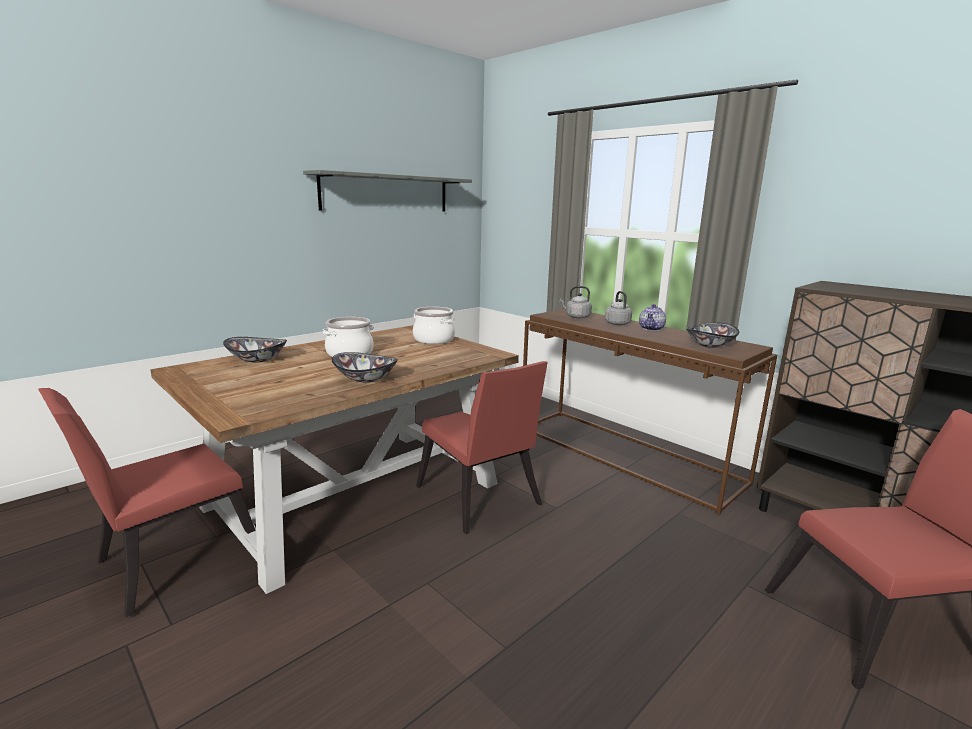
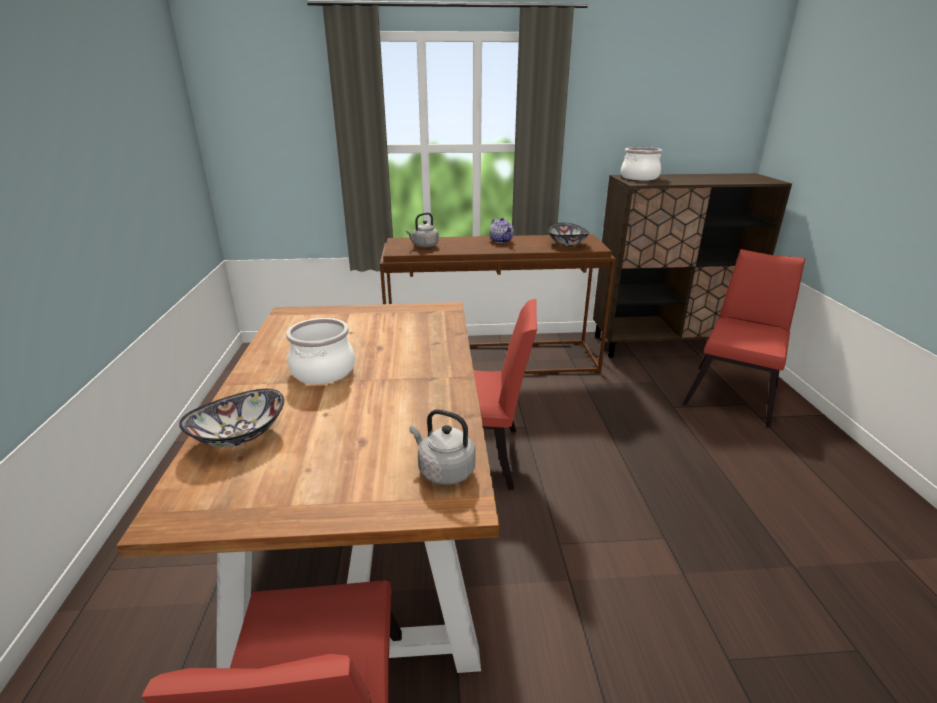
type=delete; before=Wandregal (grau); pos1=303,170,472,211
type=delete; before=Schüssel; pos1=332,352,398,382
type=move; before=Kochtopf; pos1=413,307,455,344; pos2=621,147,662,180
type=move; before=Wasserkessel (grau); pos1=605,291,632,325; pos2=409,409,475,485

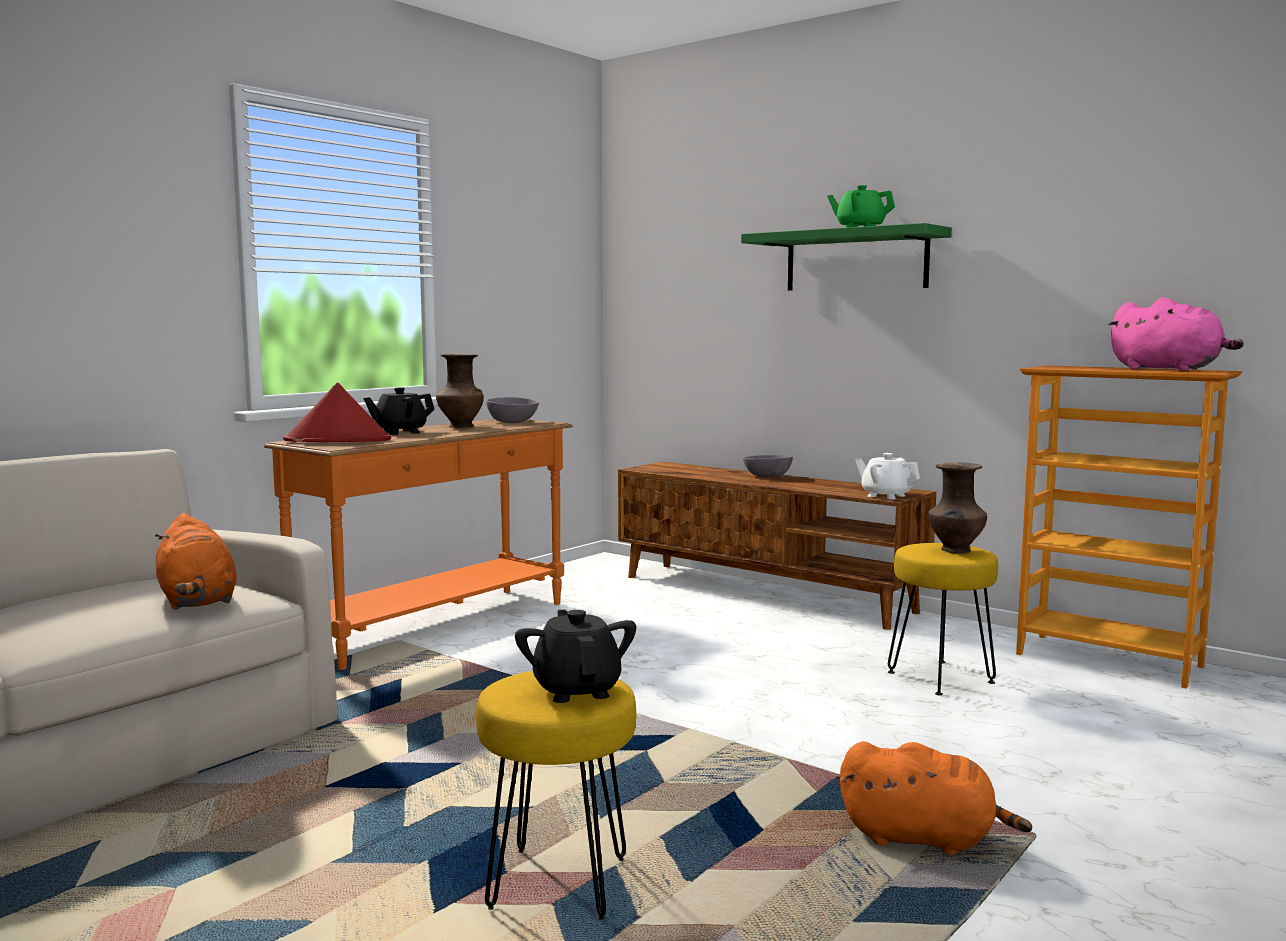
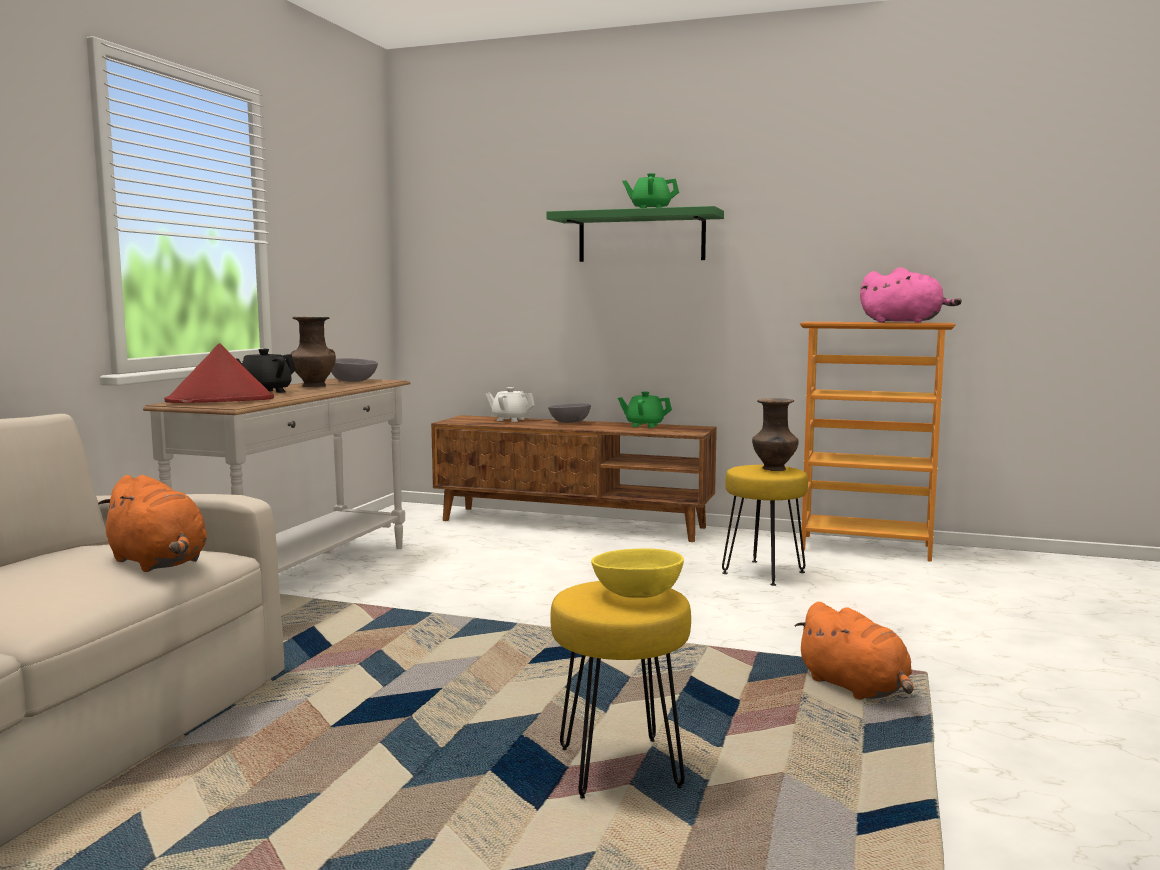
type=recolor; before=Konsolentisch (orange); after=Konsolentisch (weiß); pos1=264,419,573,670; pos2=143,378,411,573
type=replace; before=Teekanne (schwarz); after=Schüssel (gelb); pos1=515,609,636,703; pos2=591,548,684,598
type=rotate; before=Plüschtier (orange); pos1=840,741,1032,855; pos2=794,602,913,700; turn=60
type=move; before=Teekanne (weiß); pos1=855,453,920,500; pos2=486,387,535,422
type=insert; after=Teekanne (grün); pos2=618,391,672,428

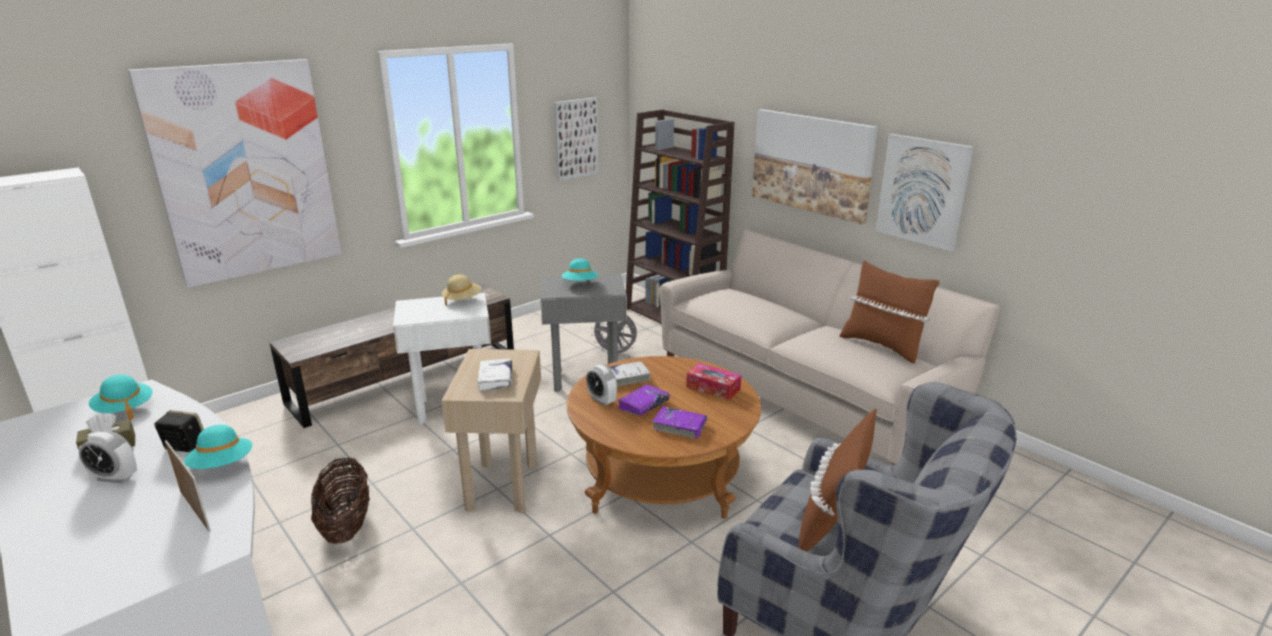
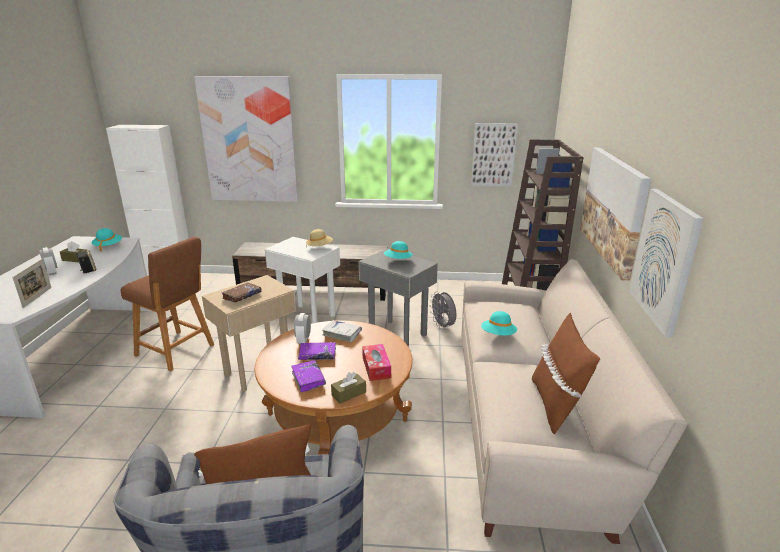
type=move; before=Hut (türkis); pos1=184,425,252,469; pos2=481,311,517,336
type=replace; before=Korb; after=Hocker (braun); pos1=311,457,370,544; pos2=120,237,214,372
type=recolor; before=Buch (weiß); after=Buch (braun); pos1=478,358,512,391; pos2=222,282,262,303
type=insert; after=Taschentuchbox (braun); pos2=331,372,366,404

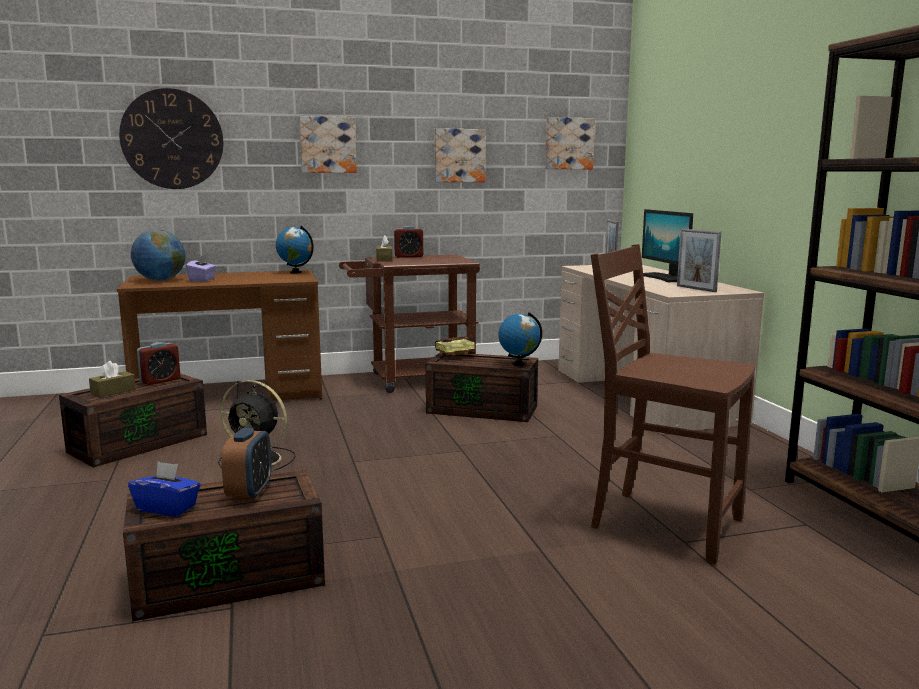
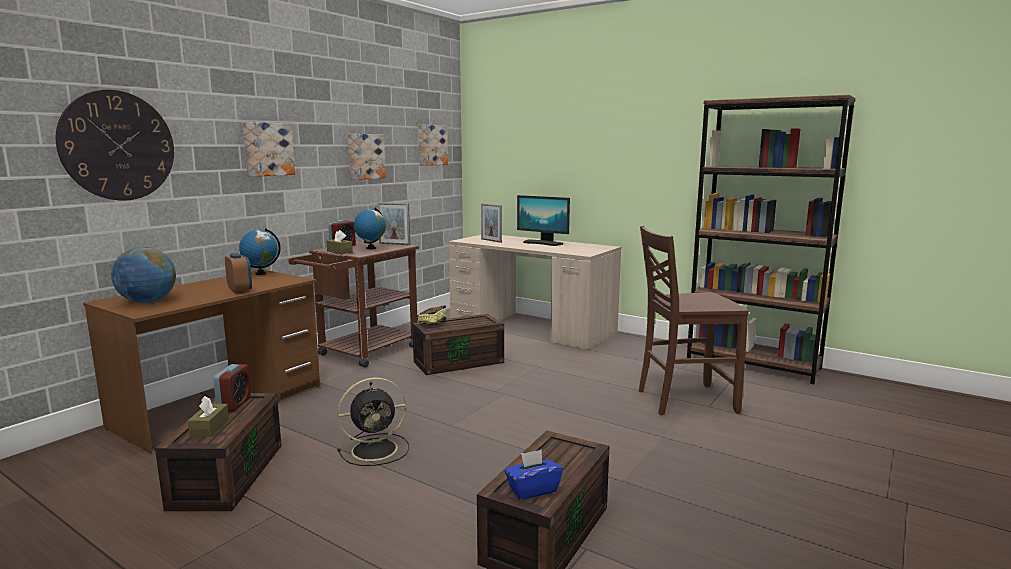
type=delete; before=Taschentuchbox (lila); pos1=186,255,216,282
type=move; before=Wecker; pos1=221,428,272,500; pos2=225,253,252,294
type=move; before=Globus; pos1=498,312,542,366; pos2=354,208,386,249
type=move; before=Bilderrahmen; pos1=677,229,722,292; pos2=377,202,410,245

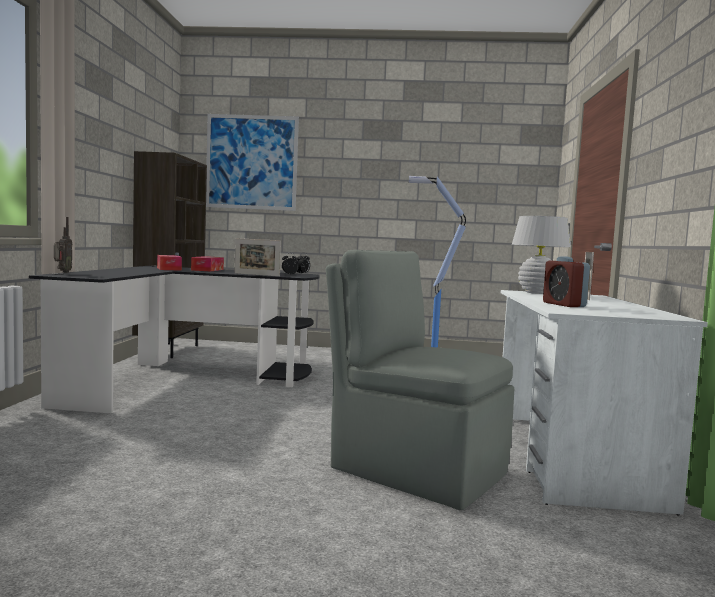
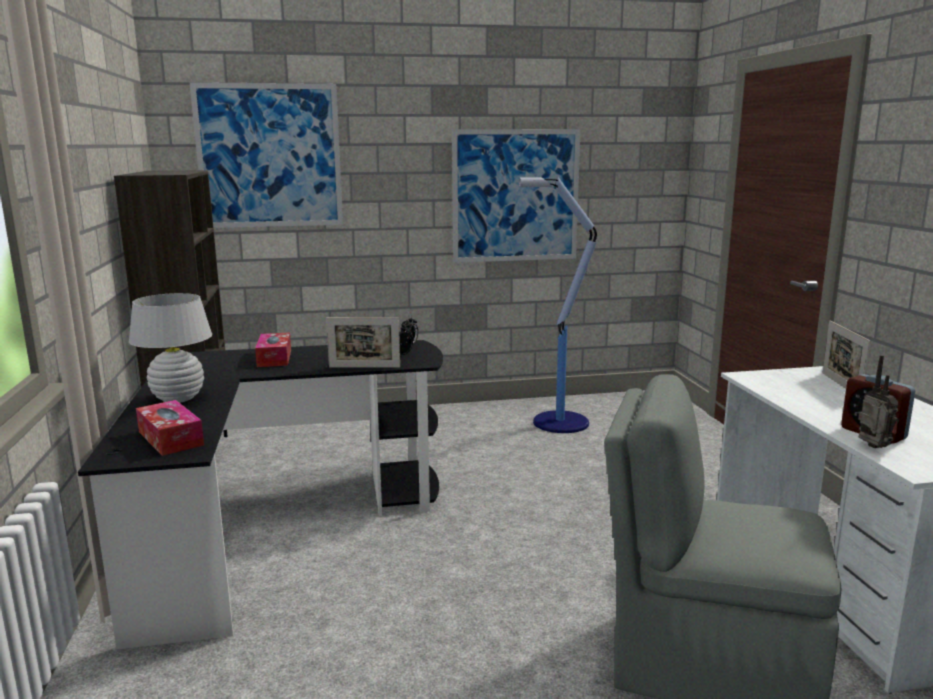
type=move; before=Radio; pos1=54,217,72,273; pos2=858,355,900,448
type=move; before=Taschentuchbox; pos1=157,255,182,271; pos2=136,400,204,456
type=move; before=Tischlampe (weiß); pos1=512,216,571,294; pos2=129,293,212,403
type=insert; after=Bild; pos2=452,129,581,263

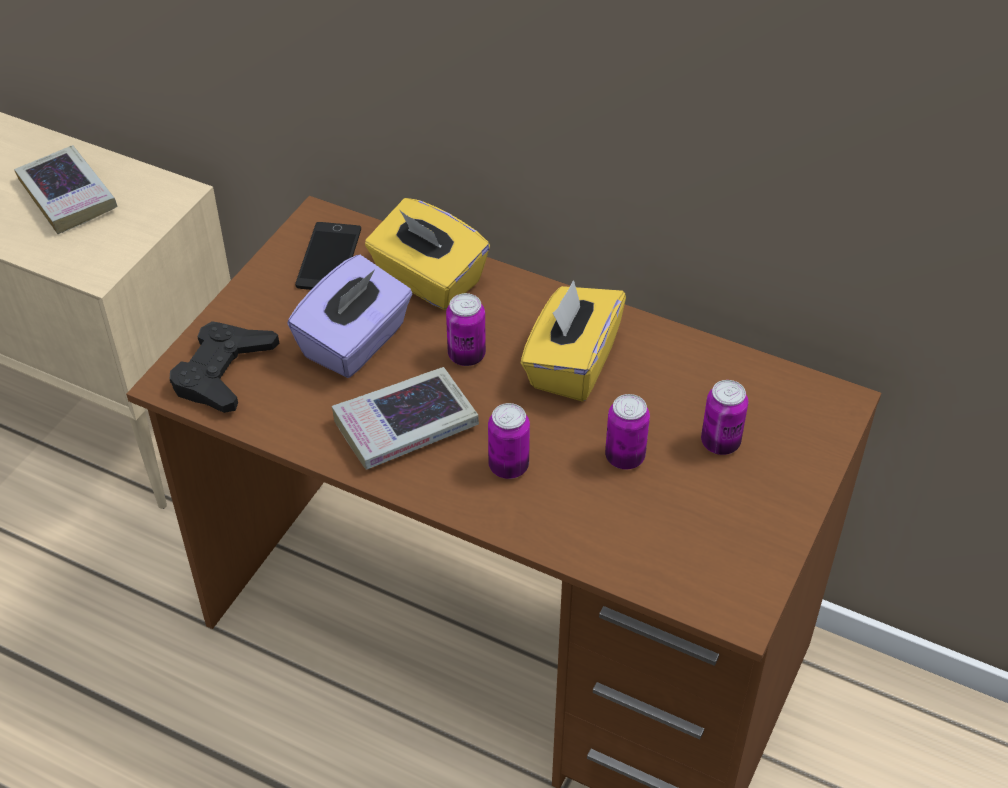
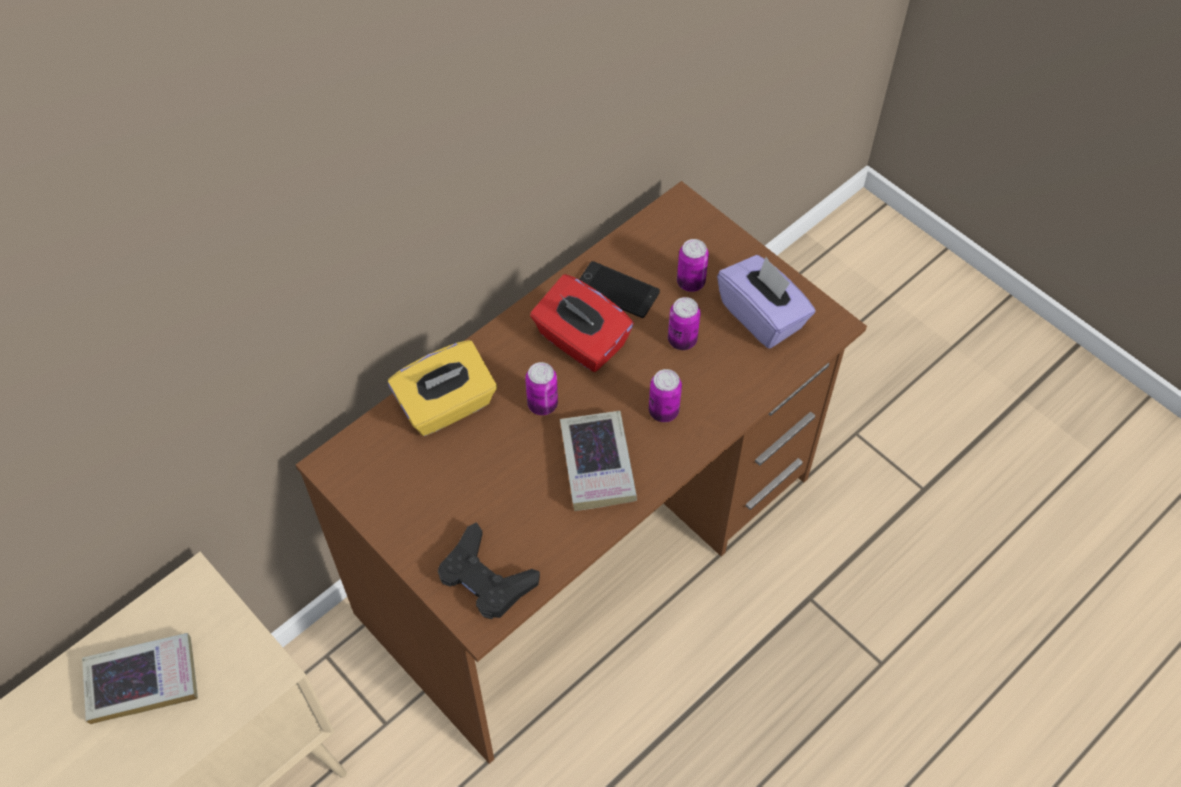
type=move; before=Taschentuchbox (lila); pos1=287,255,413,378; pos2=717,255,816,348
type=move; before=Handy; pos1=295,222,361,290; pos2=579,261,660,318
type=recolor; before=Taschentuchbox (gelb); after=Taschentuchbox (rot); pos1=521,280,626,402; pos2=530,274,634,372

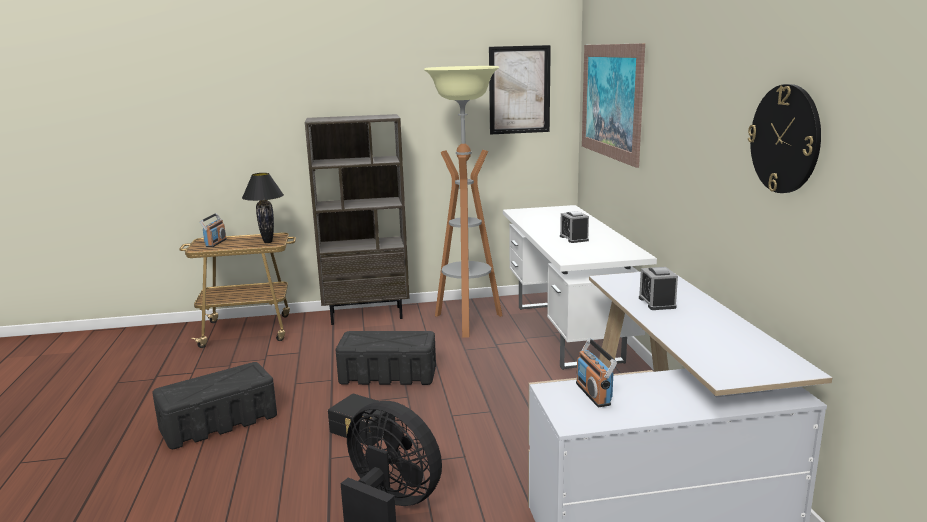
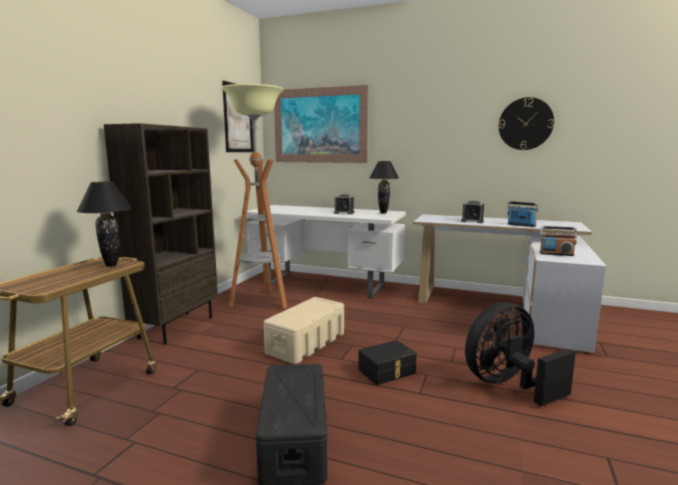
type=move; before=Radio; pos1=200,213,227,247; pos2=507,201,538,227
type=recolor; before=Aufbewahrungsbox (schwarz); after=Aufbewahrungsbox (beige); pos1=336,331,436,385; pos2=264,297,344,364
type=insert; after=Tischlampe (schwarz); pos2=370,161,399,214

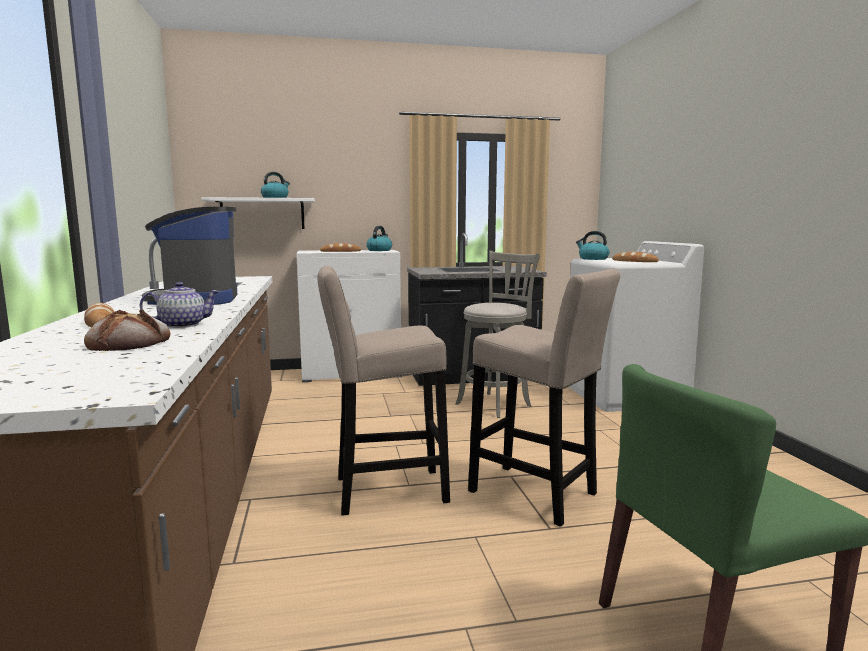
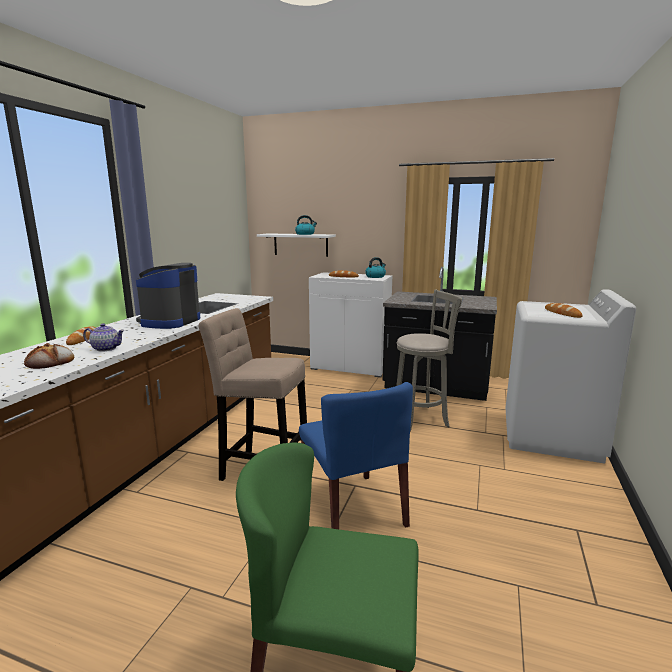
type=replace; before=Hocker (beige); after=Stuhl (blau); pos1=468,269,620,527; pos2=299,382,413,529
type=delete; before=Wasserkessel; pos1=576,231,610,260

